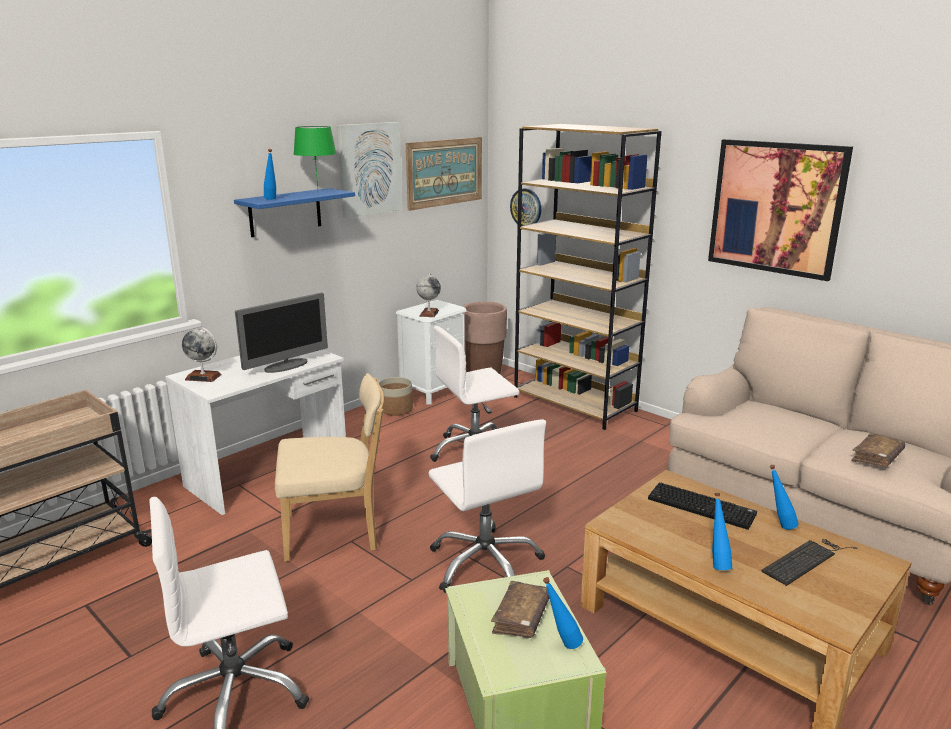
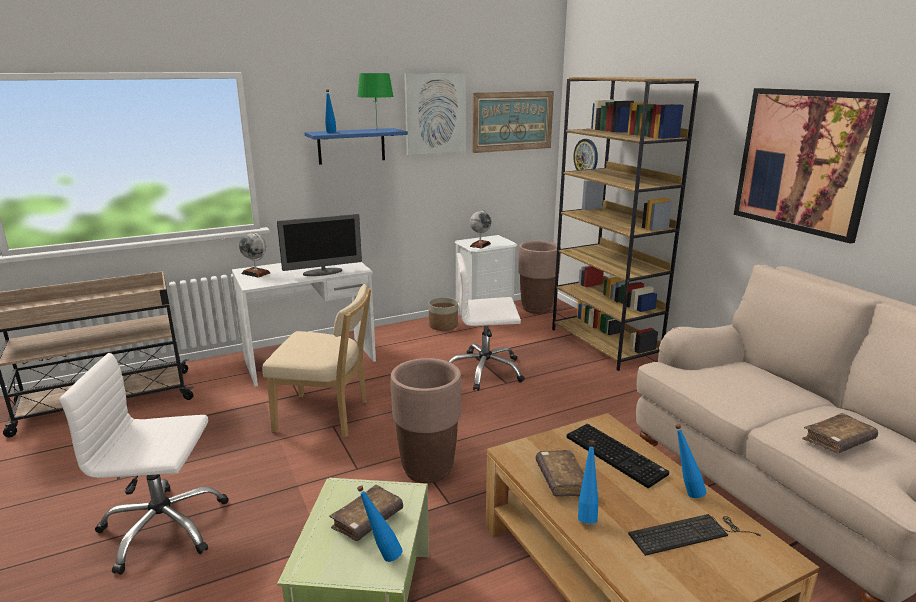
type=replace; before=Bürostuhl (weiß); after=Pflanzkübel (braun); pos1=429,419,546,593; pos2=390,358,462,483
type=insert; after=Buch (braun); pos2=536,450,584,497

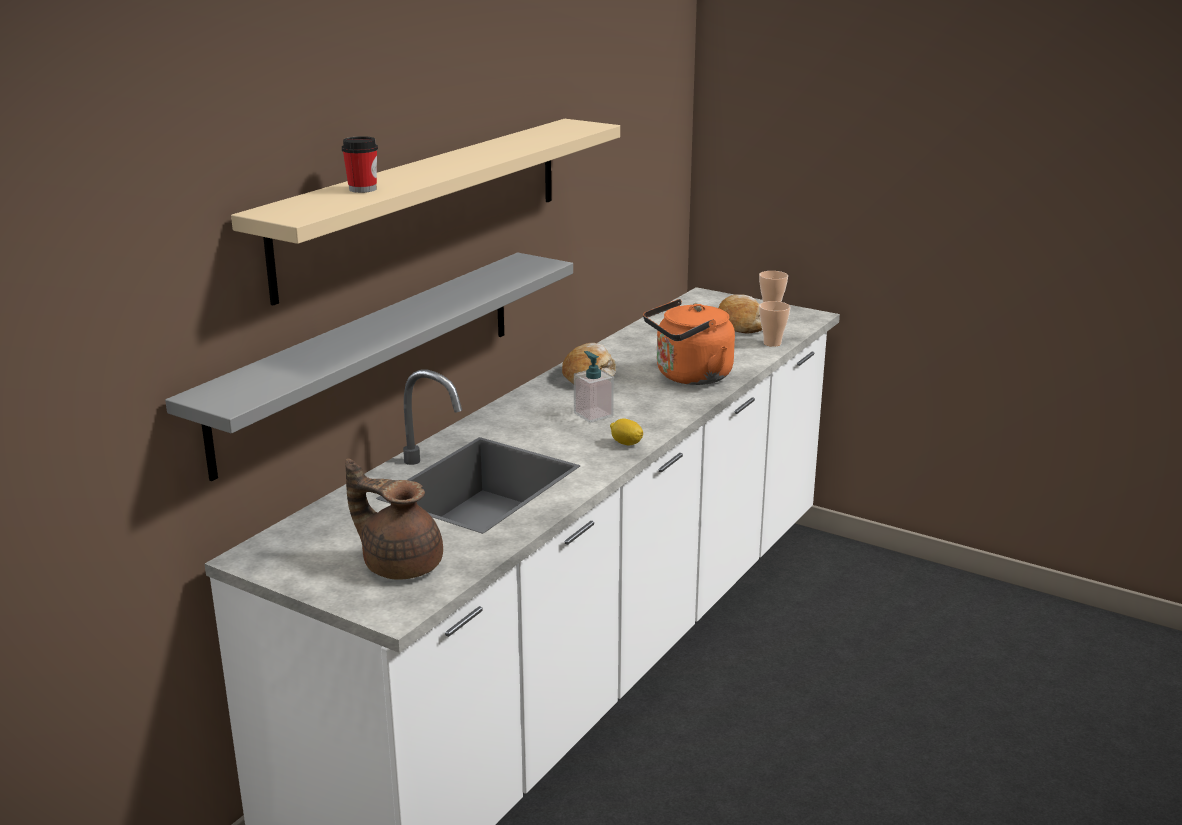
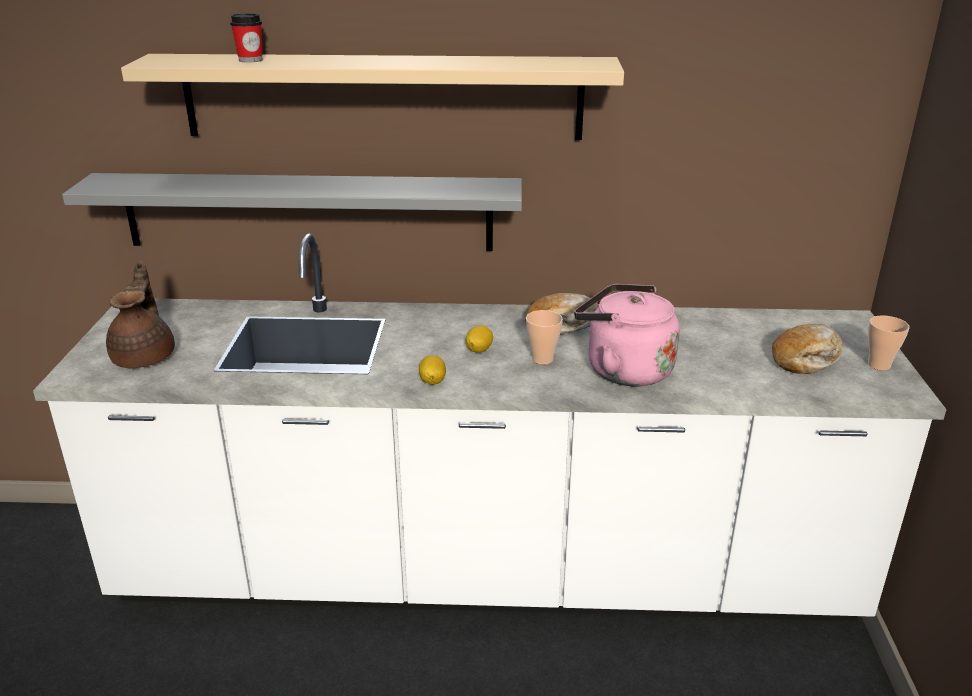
type=replace; before=Seifenspender; after=Zitrone; pos1=574,351,614,423; pos2=466,325,493,353
type=recolor; before=Wasserkessel (orange); after=Wasserkessel (rosa); pos1=643,299,735,385; pos2=574,284,680,386
type=move; before=Tasse; pos1=759,301,790,347; pos2=526,310,563,364

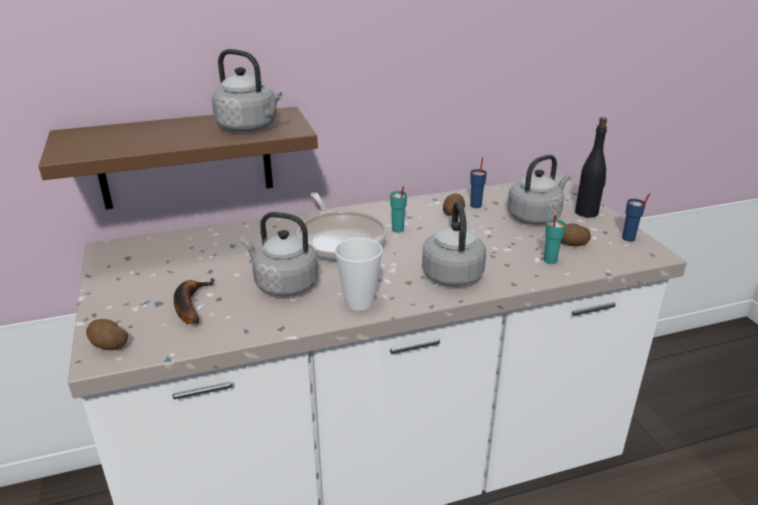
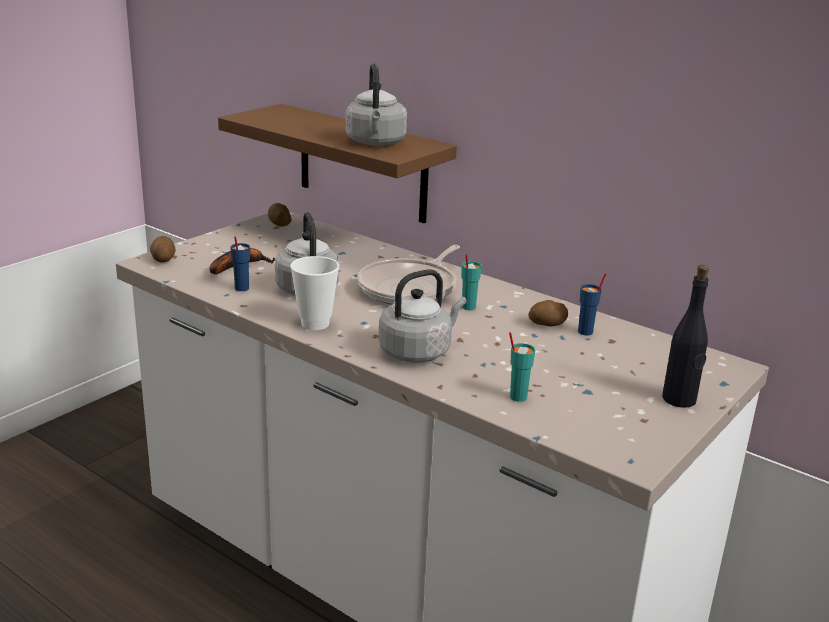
type=delete; before=Wasserkessel (grau); pos1=507,154,570,225
type=move; before=Kartoffel; pos1=561,223,591,246; pos2=268,203,292,227
type=move; before=Tasse (blau); pos1=622,193,650,241; pos2=230,237,250,291

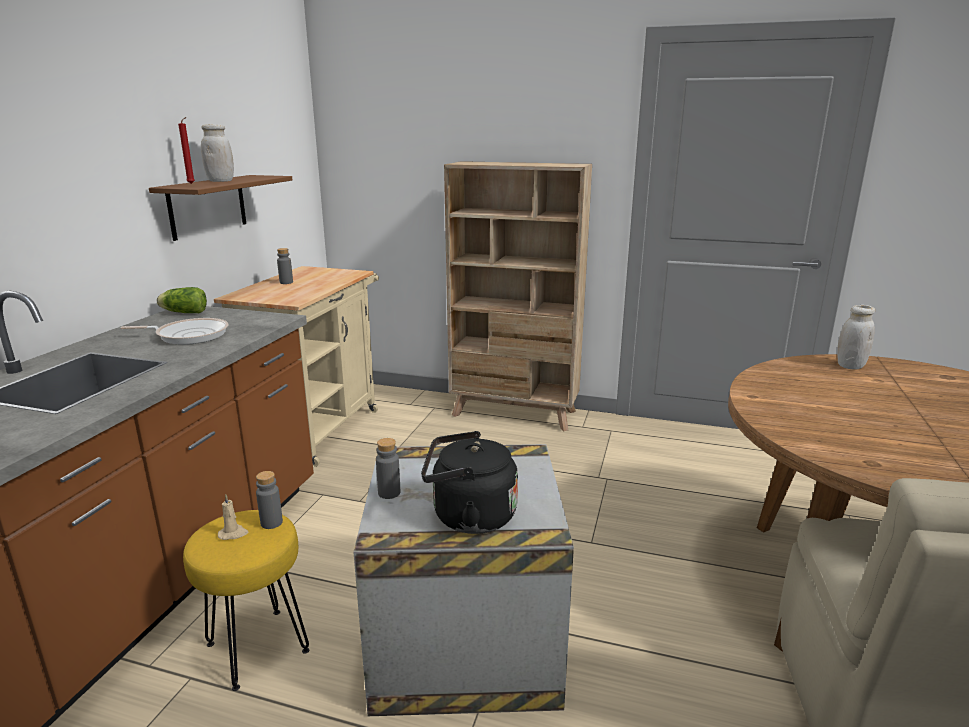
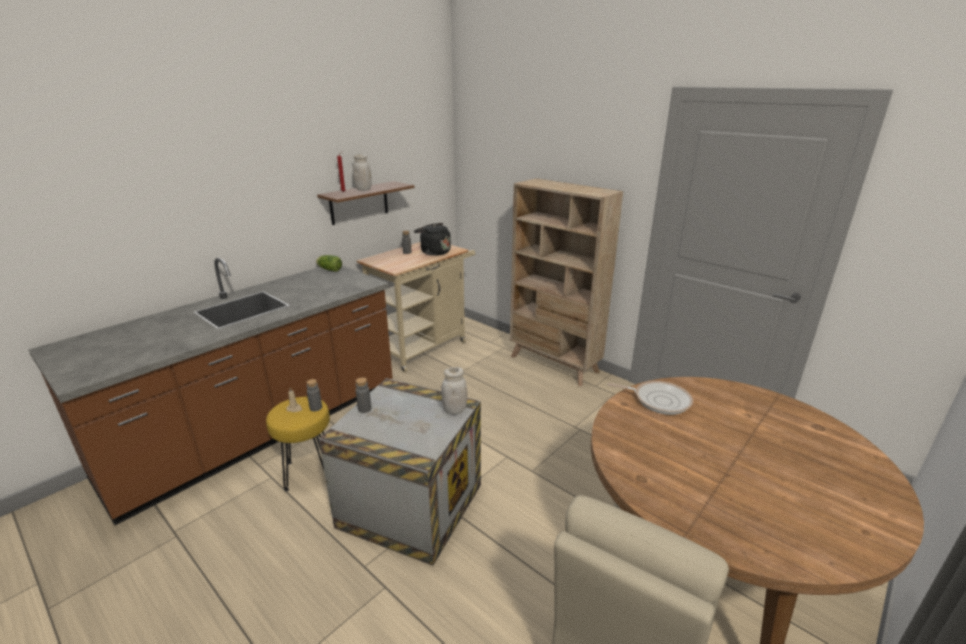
type=move; before=Pfanne; pos1=120,318,229,345; pos2=607,381,693,415
type=move; before=Wasserkessel (schwarz); pos1=421,431,518,534; pos2=414,223,451,256
type=move; before=Vorratsglas (weiß); pos1=837,305,875,370; pos2=441,367,467,415

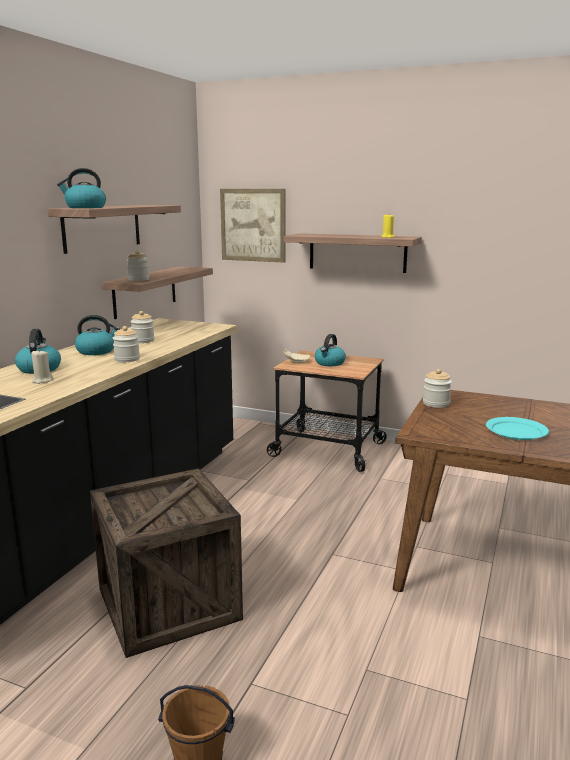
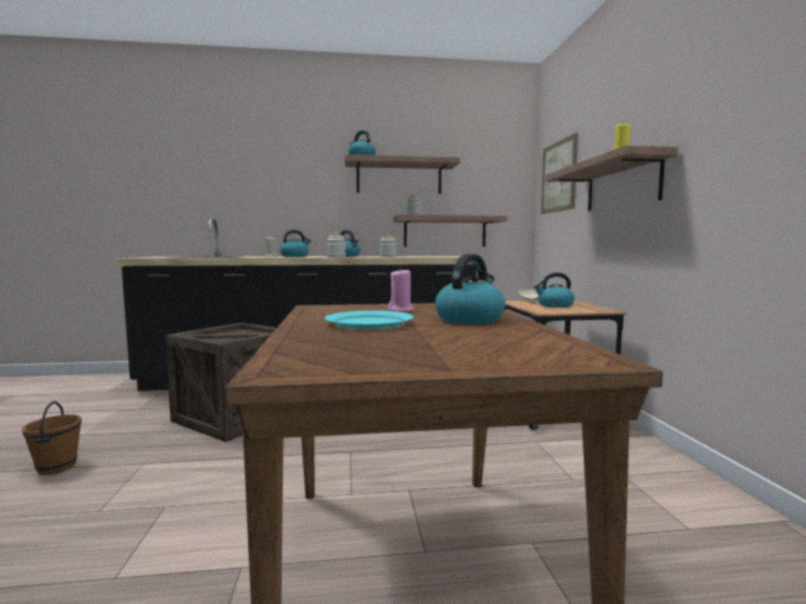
type=delete; before=Vorratsglas; pos1=423,369,452,408
type=insert; after=Kerze (rosa); pos2=388,268,414,312
type=insert; after=Wasserkessel; pos2=435,254,505,324

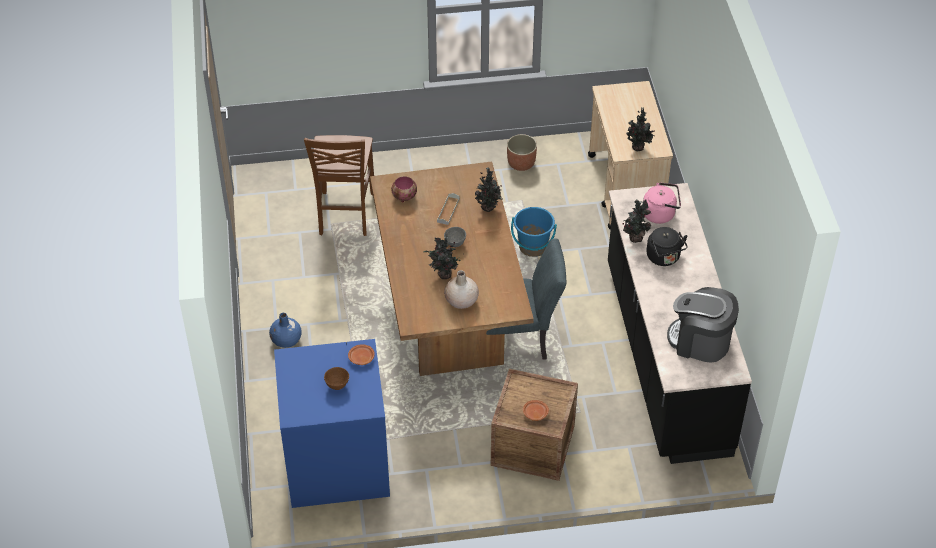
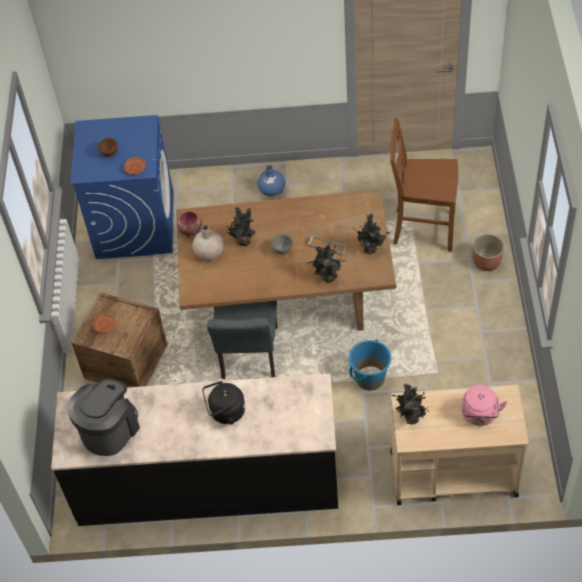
type=move; before=Schüssel; pos1=391,176,417,202; pos2=177,211,202,237
type=move; before=Pflanzkübel; pos1=507,134,537,171; pos2=473,234,504,271
type=move; before=Topfpflanze; pos1=622,199,651,243; pos2=353,213,391,254
type=move; before=Wasserkessel (rosa); pos1=643,182,681,224; pos2=462,385,507,426

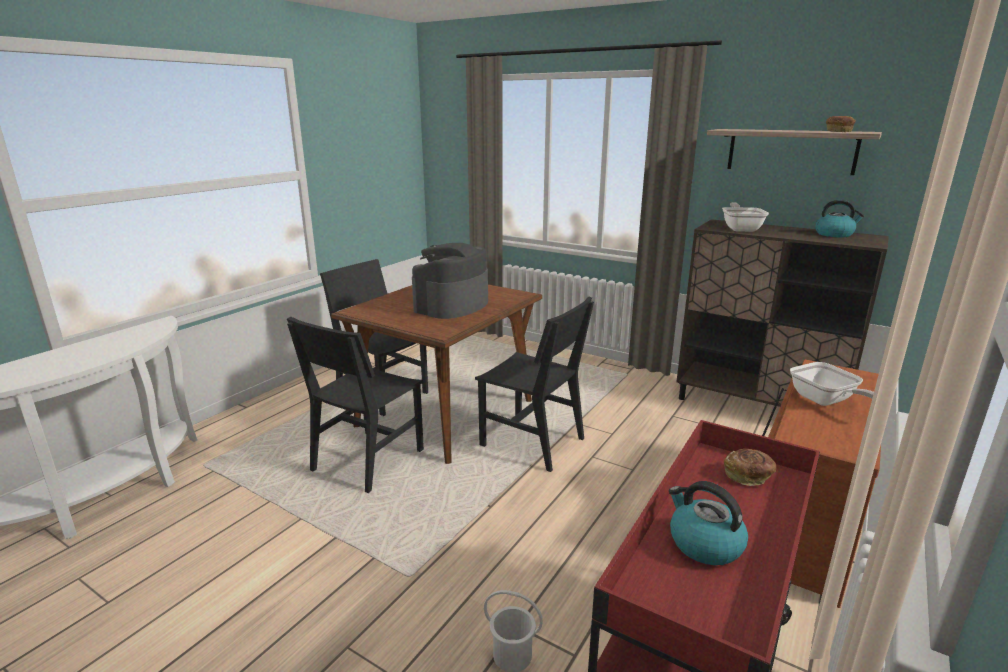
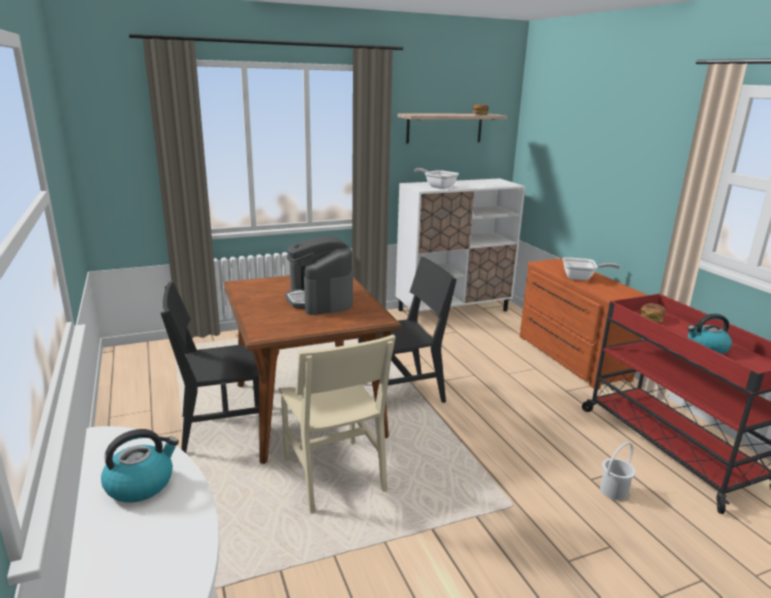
type=recolor; before=Stuhl (schwarz); after=Stuhl (beige); pos1=287,317,424,493; pos2=278,335,396,513
type=recolor; before=Schrank (braun); after=Schrank (weiß); pos1=676,219,889,407; pos2=396,178,525,321
type=move; before=Wasserkessel; pos1=815,200,865,237; pos2=101,429,179,503

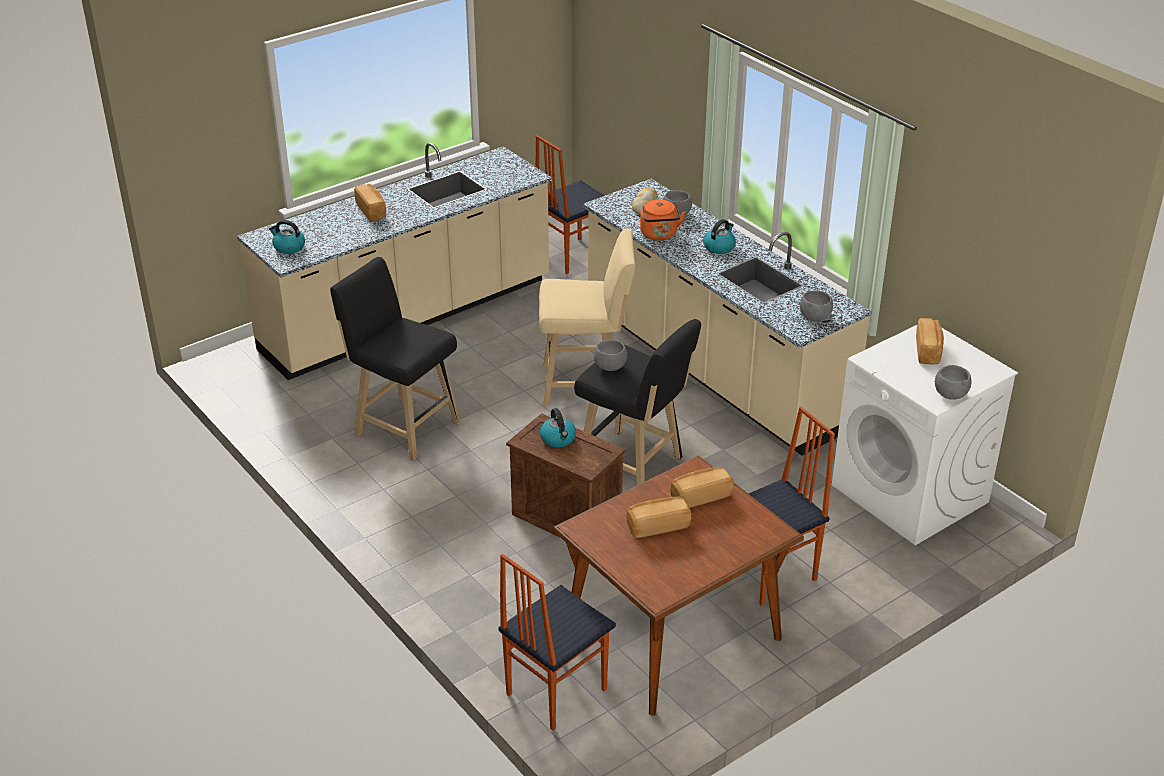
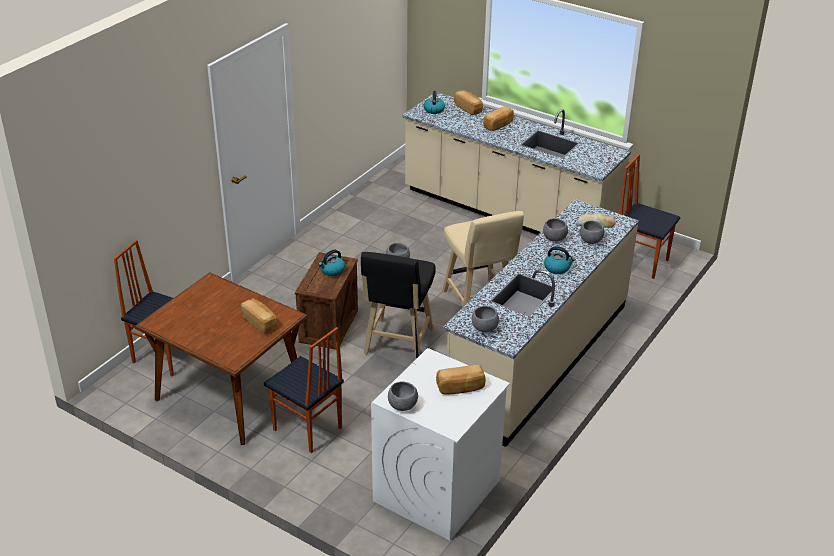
type=delete; before=Hocker (schwarz); pos1=330,257,461,461
type=move; before=Brot; pos1=626,497,691,538; pos2=454,90,483,115
type=replace; before=Wasserkessel (orange); after=Schüssel (grau); pos1=640,199,686,241; pos2=543,218,568,242

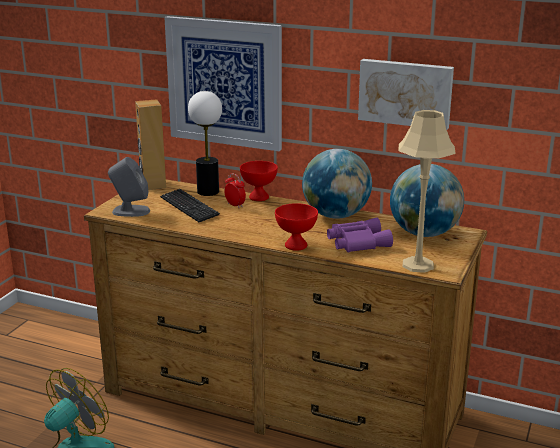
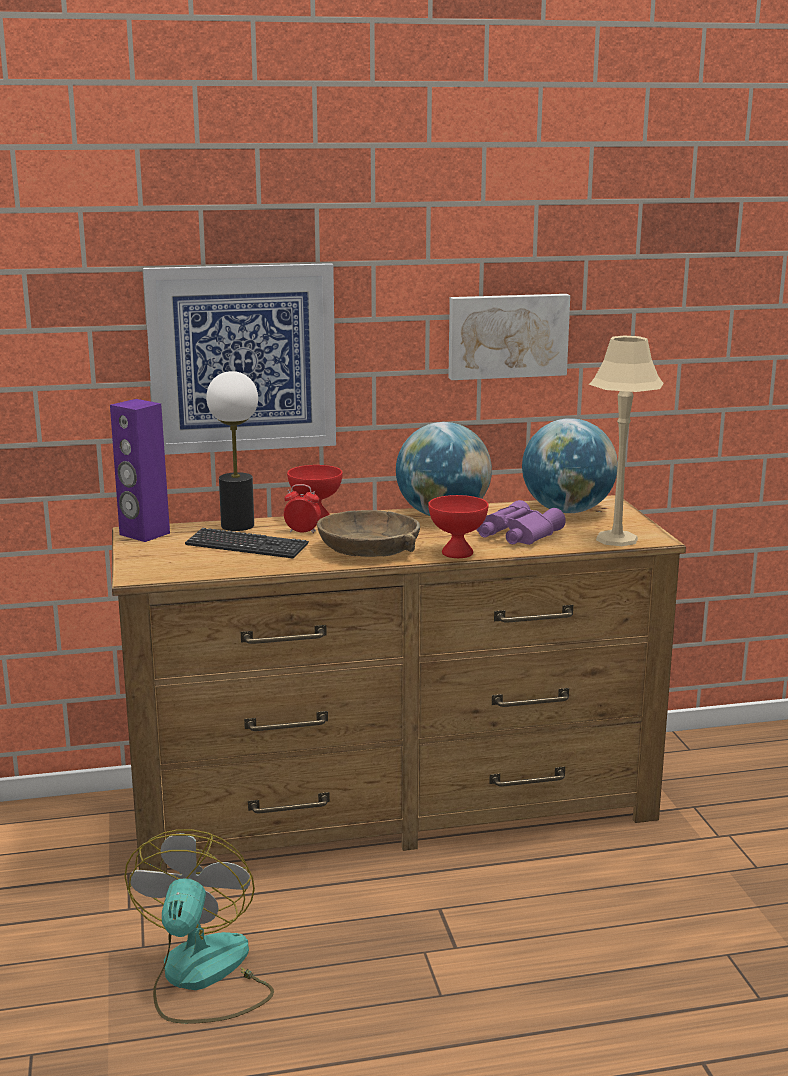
type=delete; before=Lautsprecher (grau); pos1=108,157,150,217
type=recolor; before=Lautsprecher (braun); after=Lautsprecher (lila); pos1=135,99,166,190; pos2=110,399,170,542
type=insert; after=Schüssel (braun); pos2=317,510,420,557

